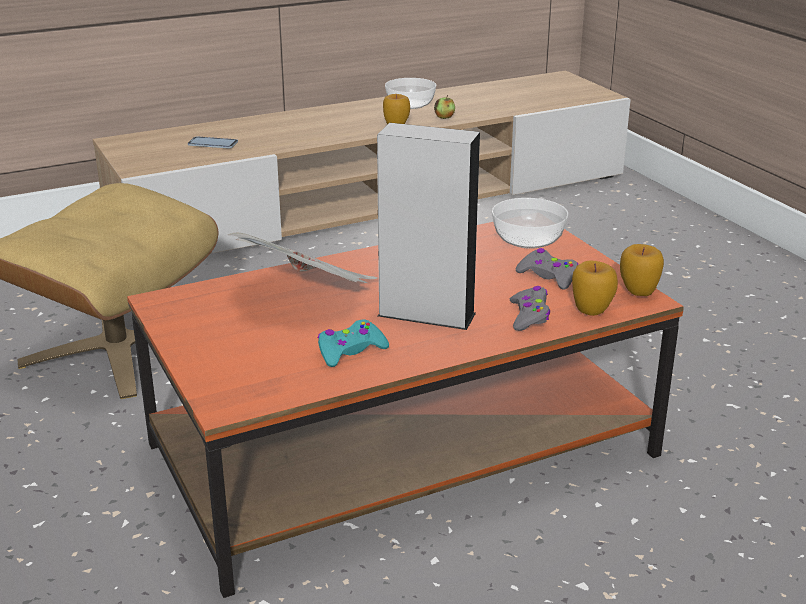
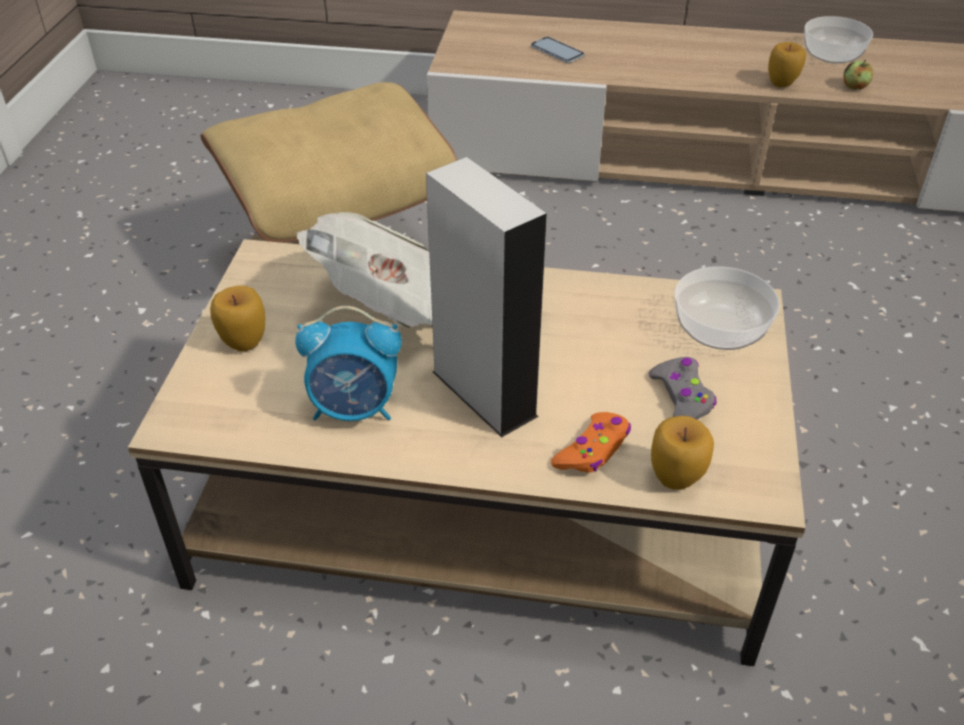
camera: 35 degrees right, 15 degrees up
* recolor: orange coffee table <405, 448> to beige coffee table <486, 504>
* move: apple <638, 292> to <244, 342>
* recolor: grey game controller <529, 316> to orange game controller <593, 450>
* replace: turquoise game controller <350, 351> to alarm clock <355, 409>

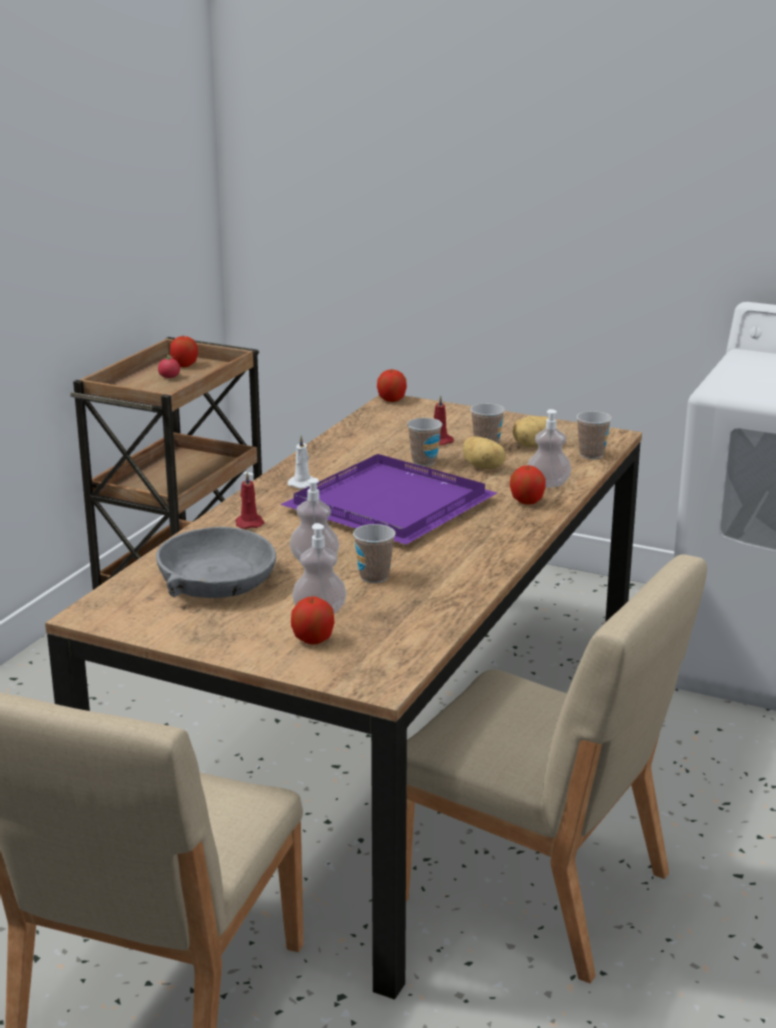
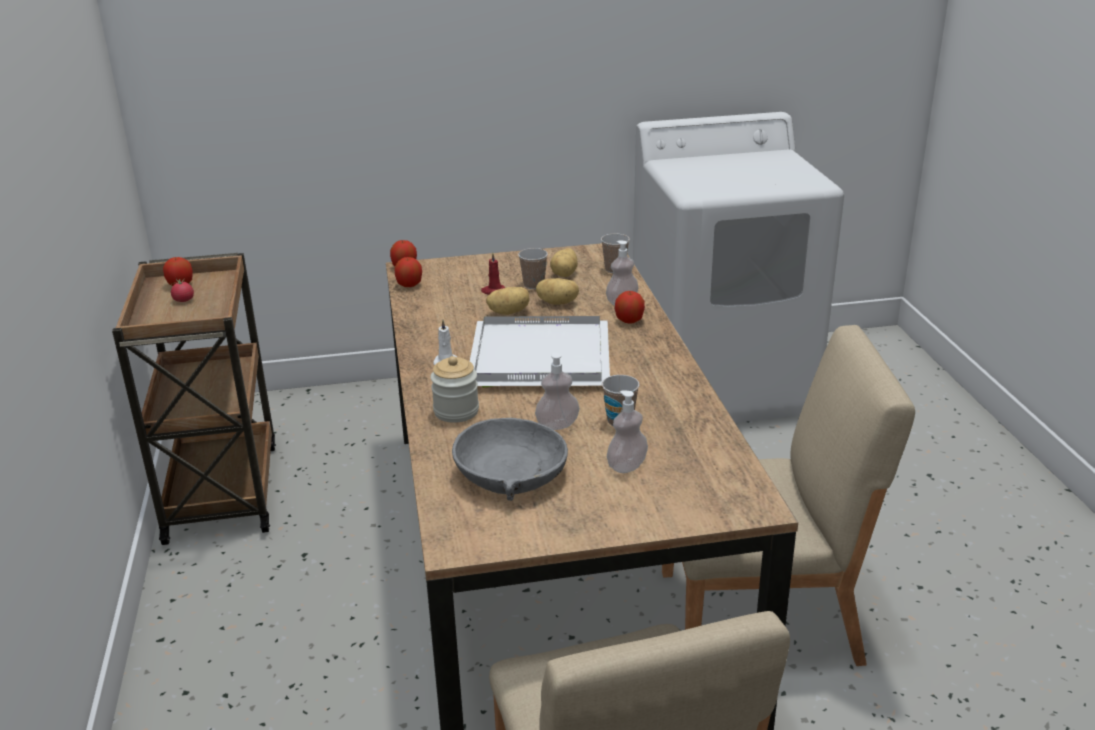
camera: 35 degrees left, 5 degrees up
* replace: cup <424, 461> to potato <509, 312>
* recolor: purple tray <394, 505> to white tray <542, 356>
* replace: red candle <249, 523> to jar <456, 411>
* move: apple <313, 640> to <409, 285>

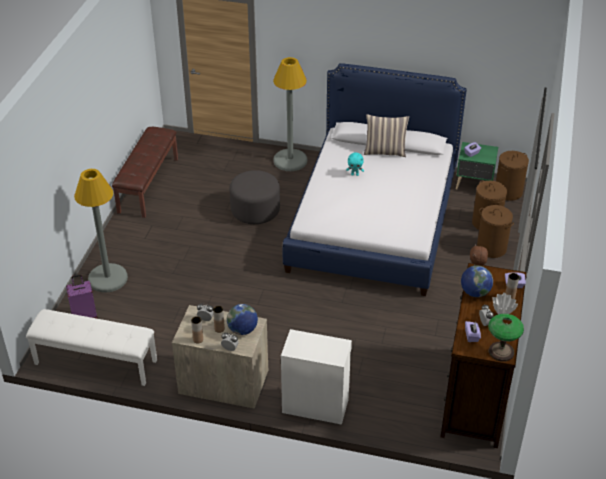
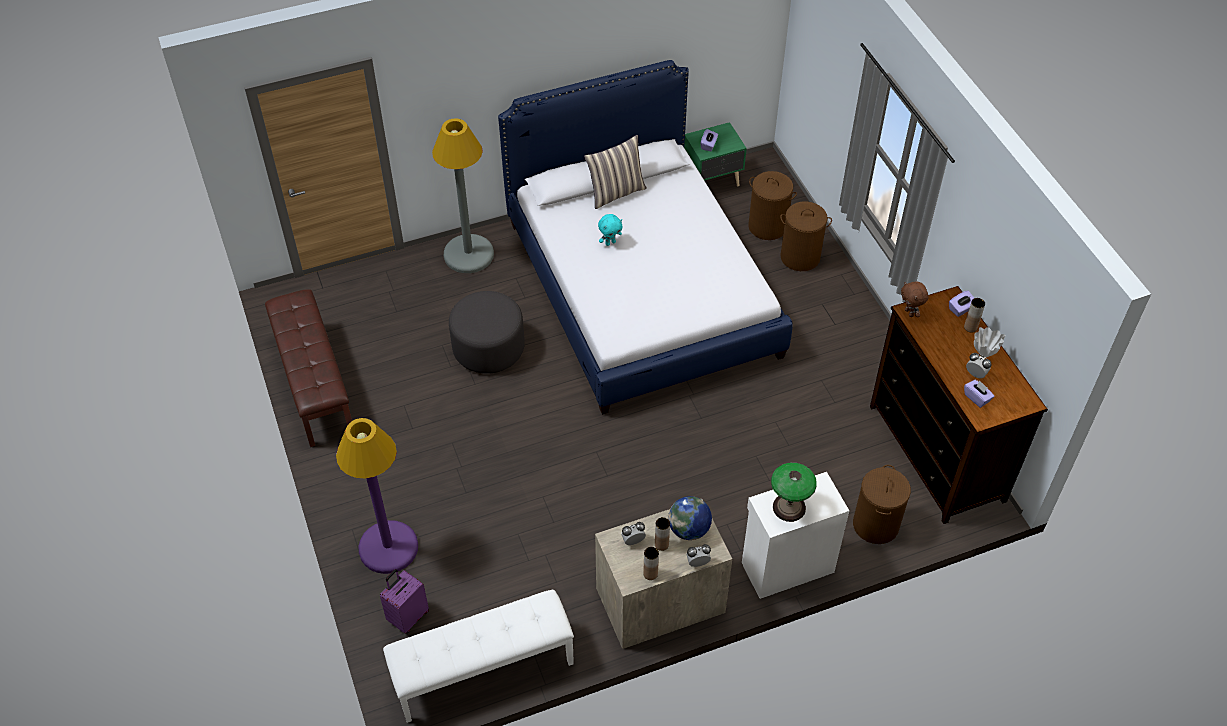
camera: 35 degrees left, 10 degrees up
* move: brown laundry basket <508, 192> to <876, 525>
* recolor: grey floor lamp <107, 278> to purple floor lamp <388, 547>
* delete: globe <475, 292>
* move: table lamp <501, 352> to <789, 507>

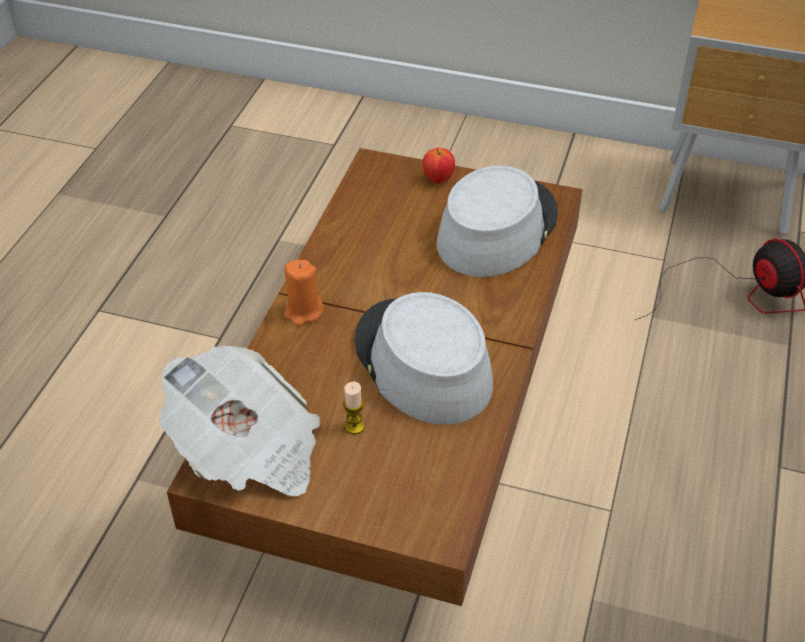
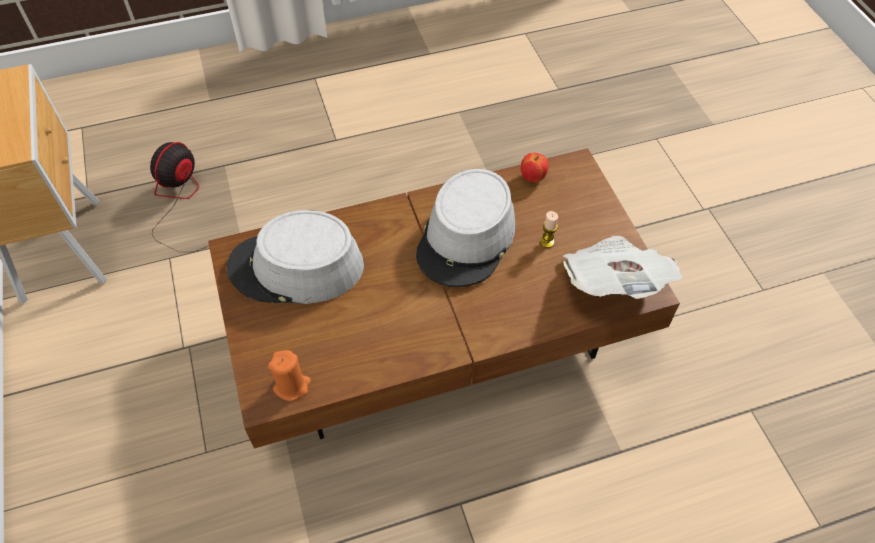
camera: 125 degrees left, 10 degrees up
* move: apple <438, 179> to <532, 178>
* move: orange candle <303, 312> to <292, 386>

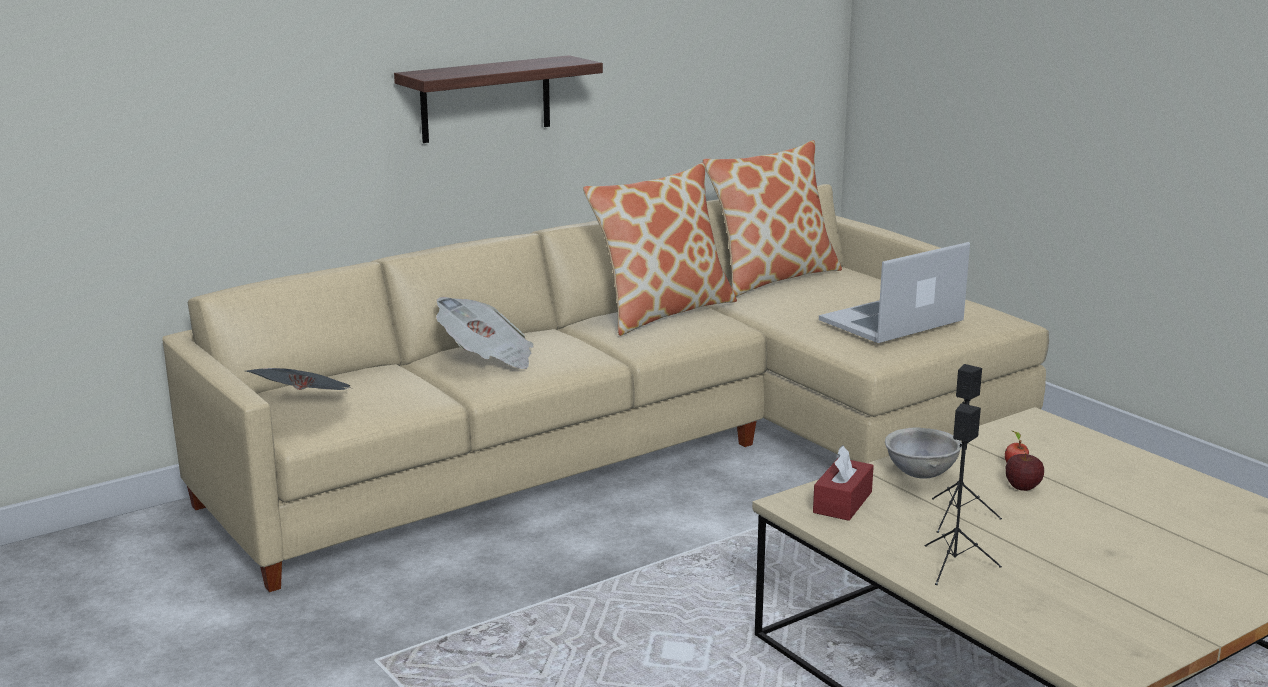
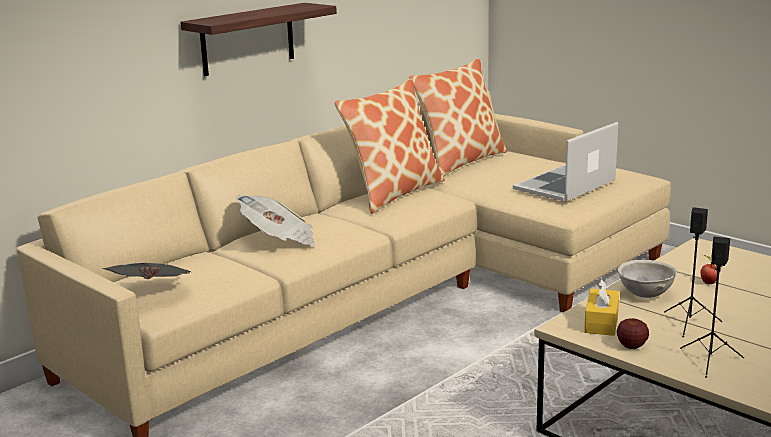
camera: 10 degrees left, 0 degrees up
* recolor: red tissue box <842, 502> to yellow tissue box <601, 322>
* move: apple <1022, 487> to <631, 346>

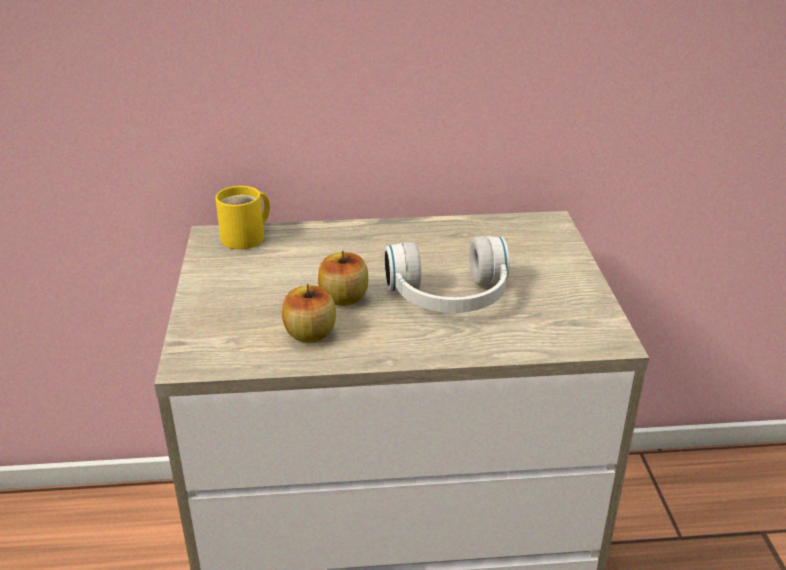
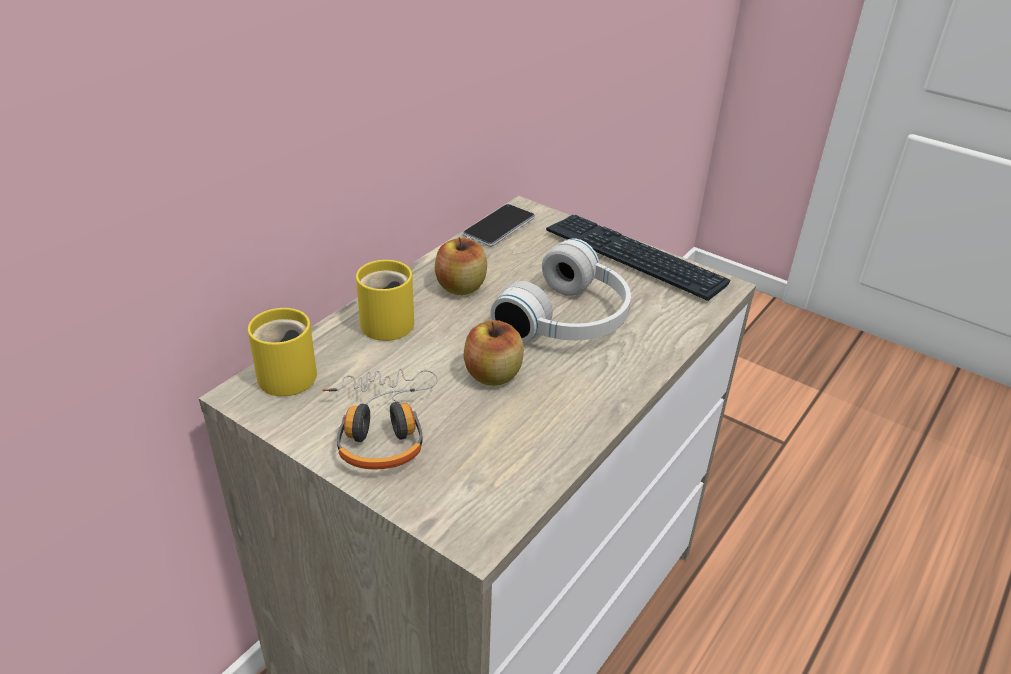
camera: 50 degrees left, 5 degrees up
* move: apple <310, 334> to <461, 287>
* insert: phone <499, 227>
* insert: keyboard <634, 258>
* insert: yellow mug <391, 321>
* insert: headphones <382, 428>

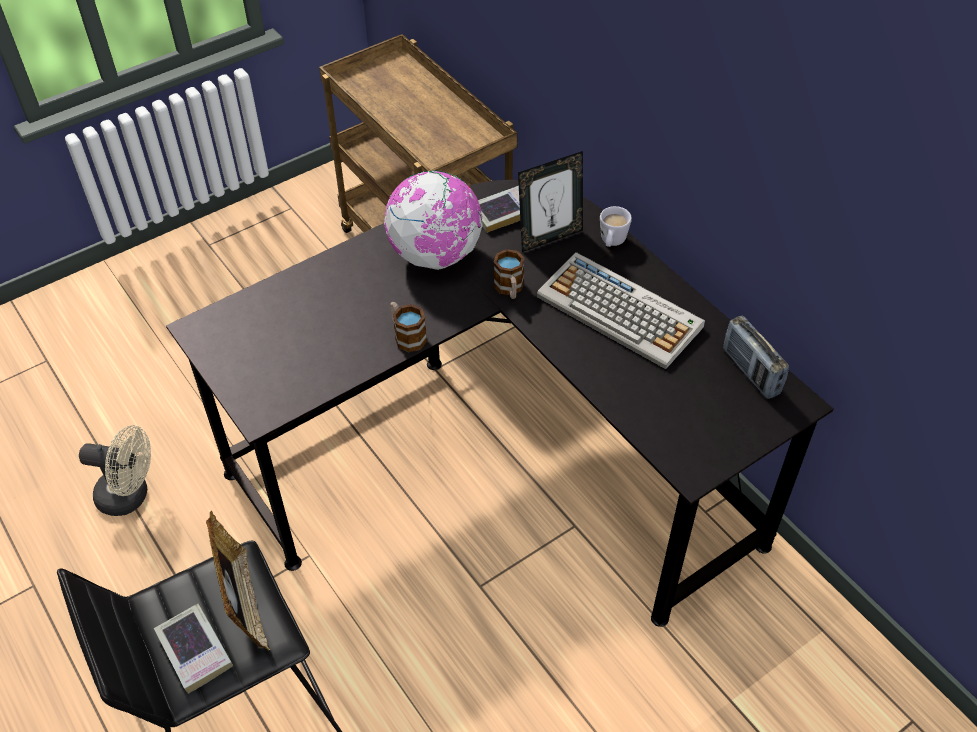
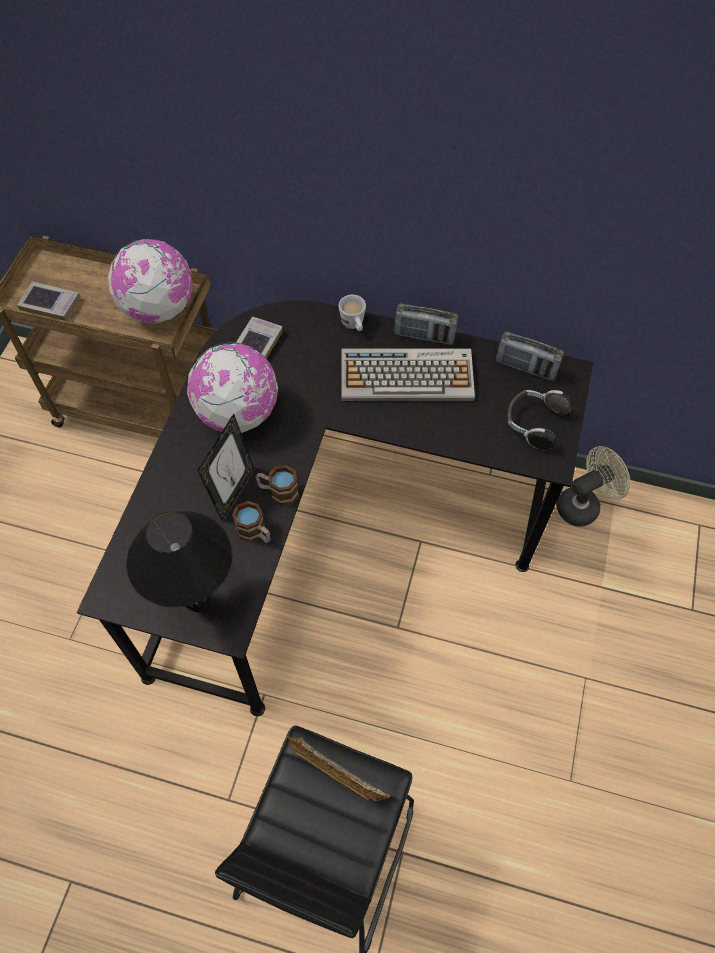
camera: 40 degrees left, 10 degrees up
* move: picture frame <550, 237> to <233, 491>
* move: mug <510, 289> to <255, 533>
* move: beige fan <130, 496> to <583, 504>
* move: book <195, 650> to <50, 304>
* insert: globe <159, 309>
* insert: radio <424, 336>
* insert: headphones <534, 424>
* insert: black table lamp <197, 603>

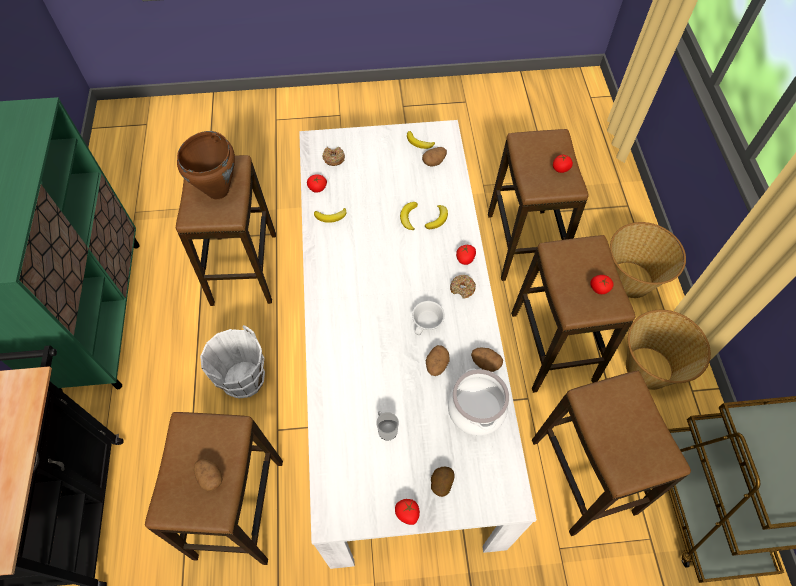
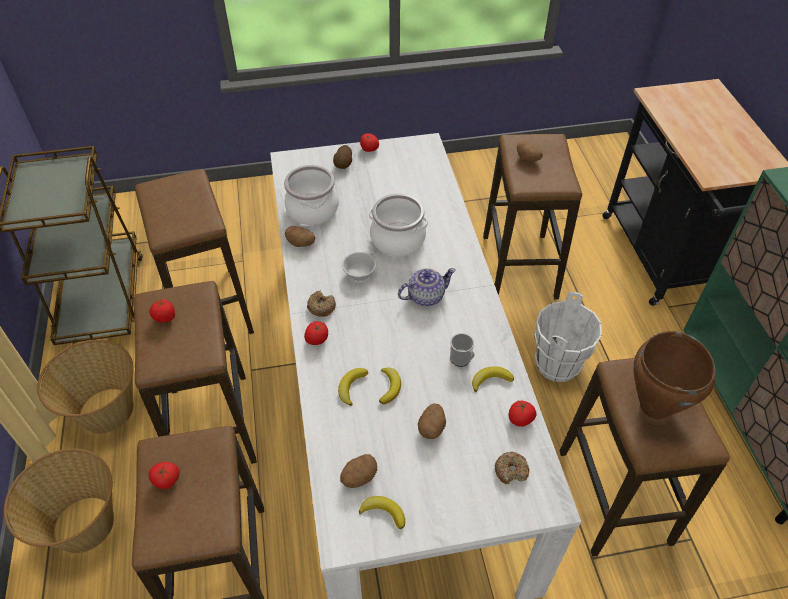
camera: 175 degrees right, 10 degrees down
* move: potato <436, 365> to <431, 427>
* move: mug <386, 429> to <462, 360>
* insert: cooking pot <398, 239>
* insert: teapot <425, 296>

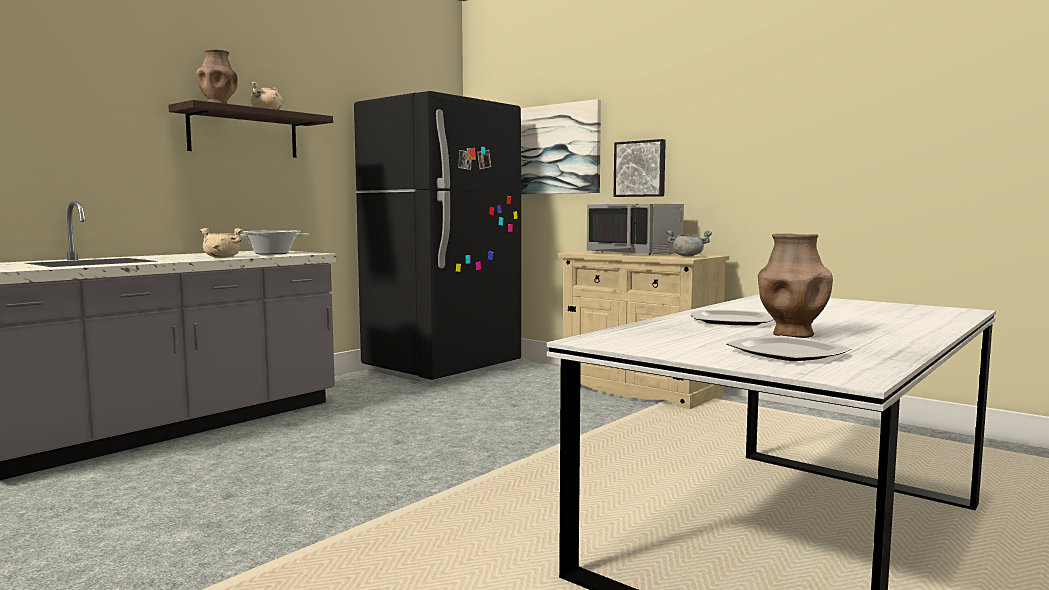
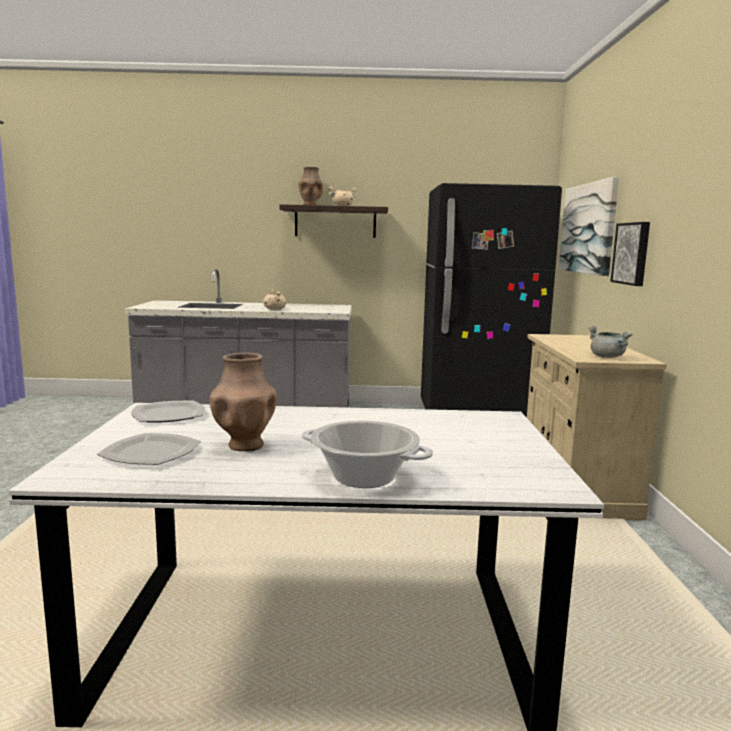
camera: 50 degrees right, 5 degrees up
* delete: grey microwave <635, 253>
* move: cooking pot <272, 253> to <364, 477>
* move: plate <732, 321> to <168, 415>

